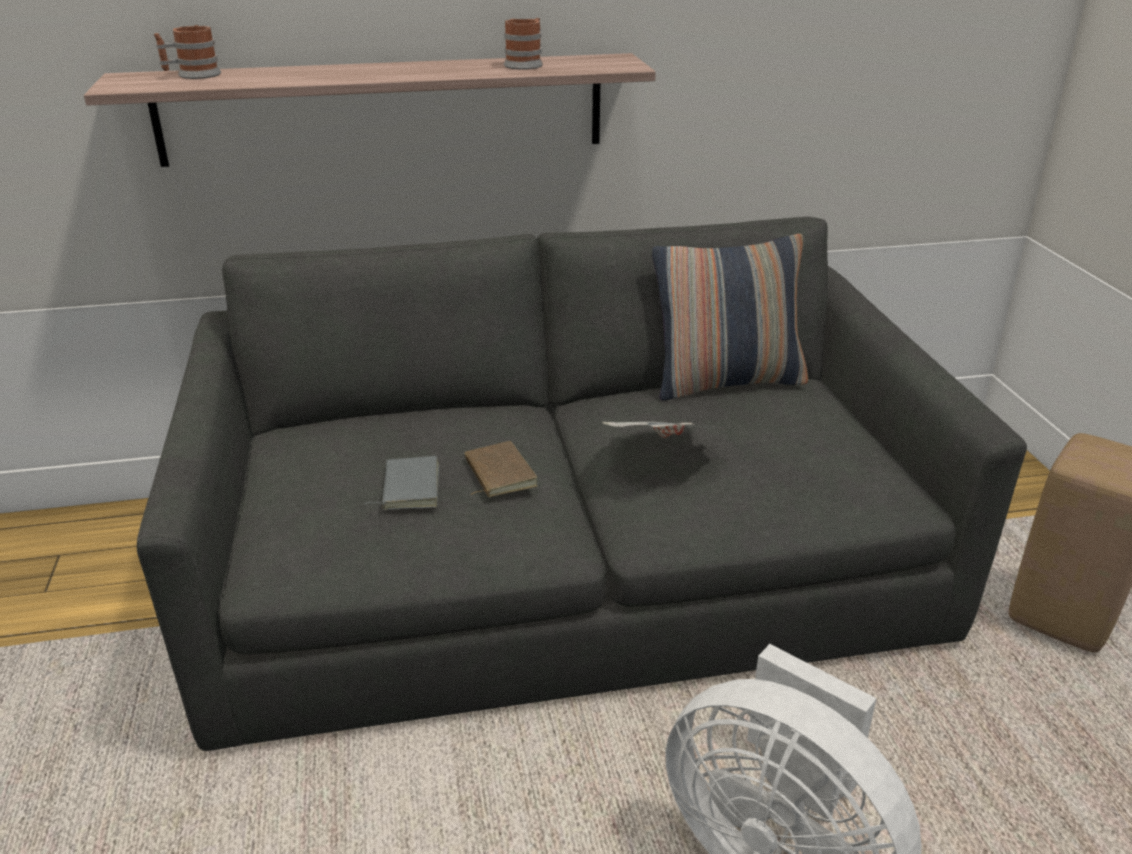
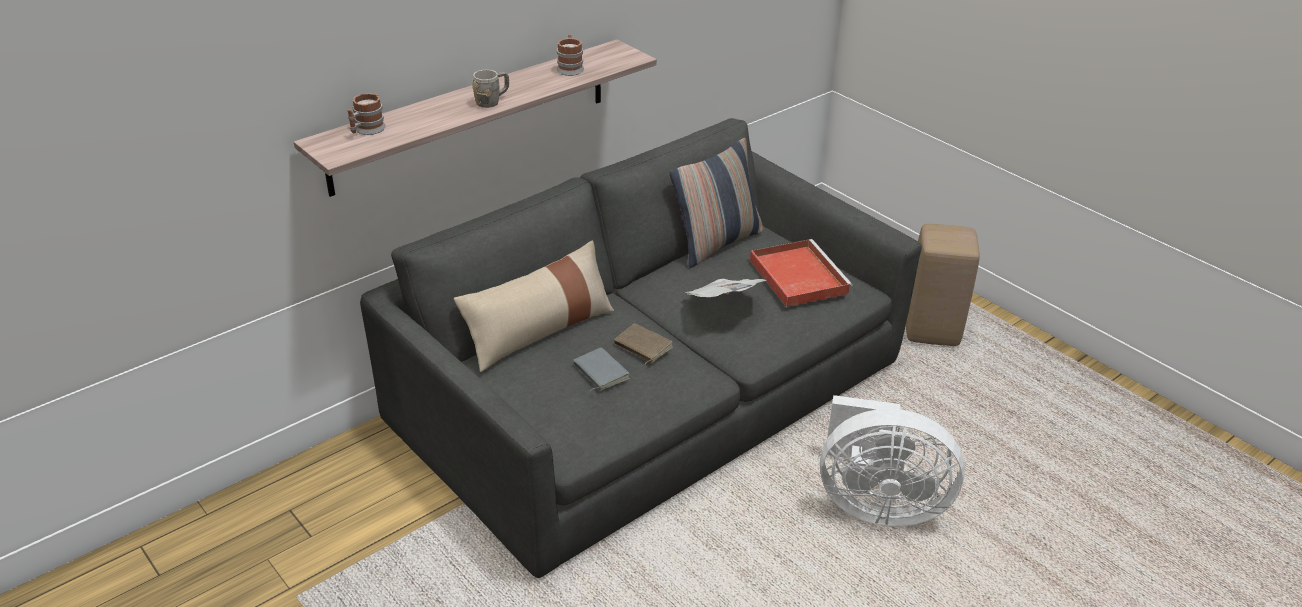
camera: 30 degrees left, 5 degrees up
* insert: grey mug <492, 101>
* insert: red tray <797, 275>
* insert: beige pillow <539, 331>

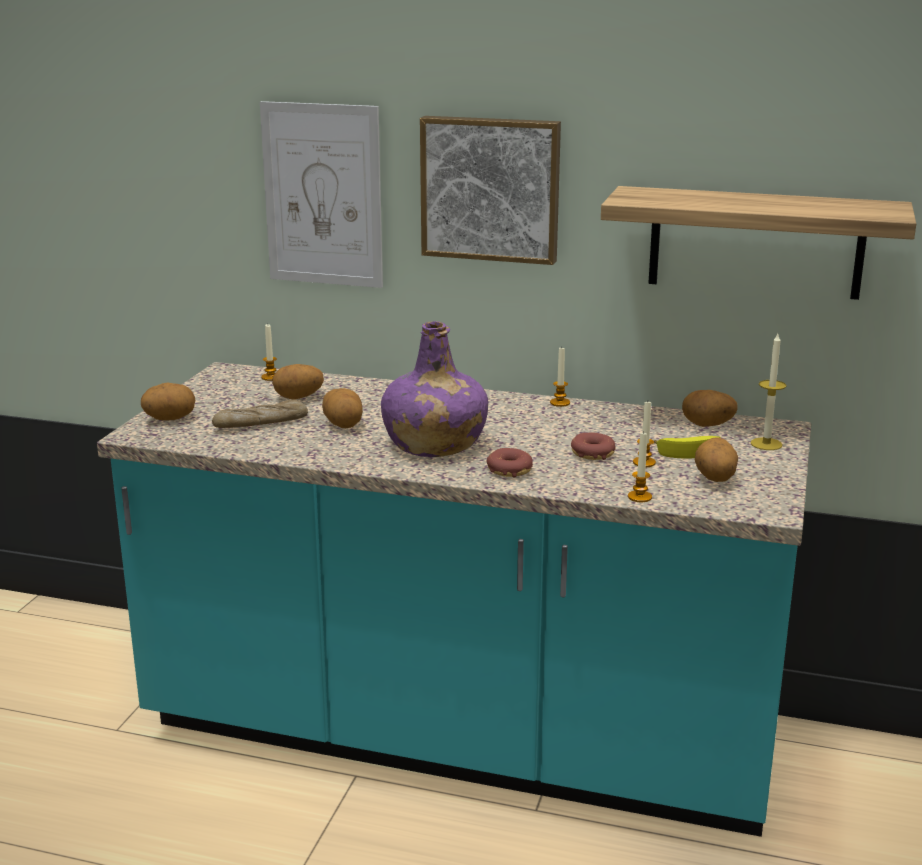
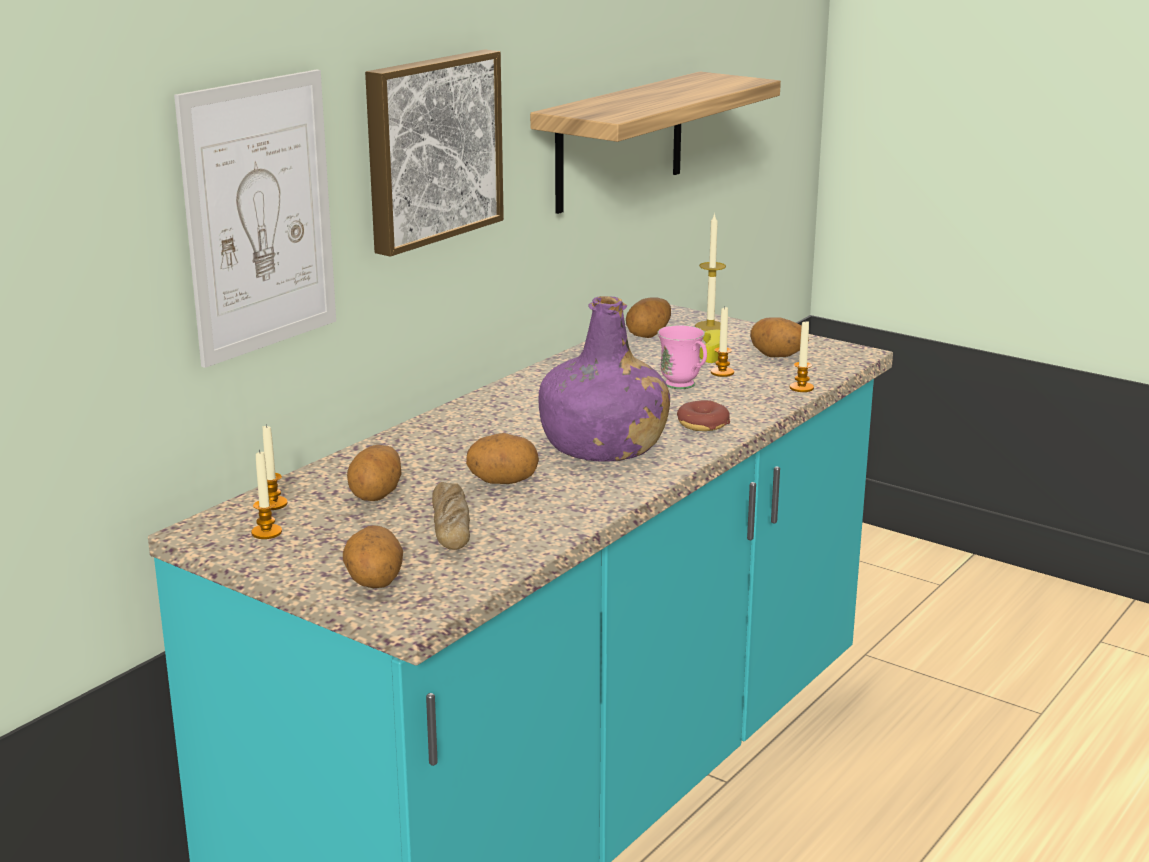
camera: 70 degrees left, 0 degrees up
* move: candle <560, 403> to <266, 532>
* replace: donut <592, 453> to pink mug <685, 386>

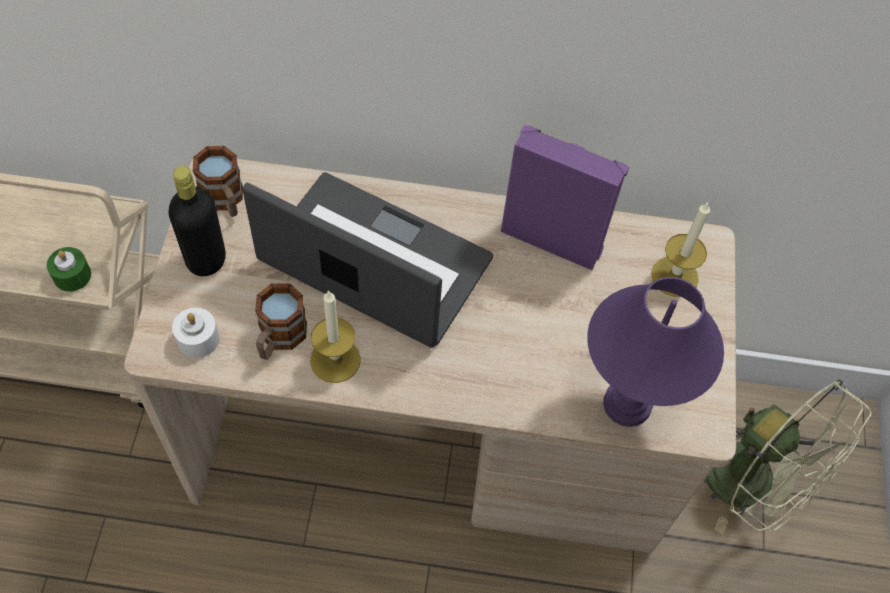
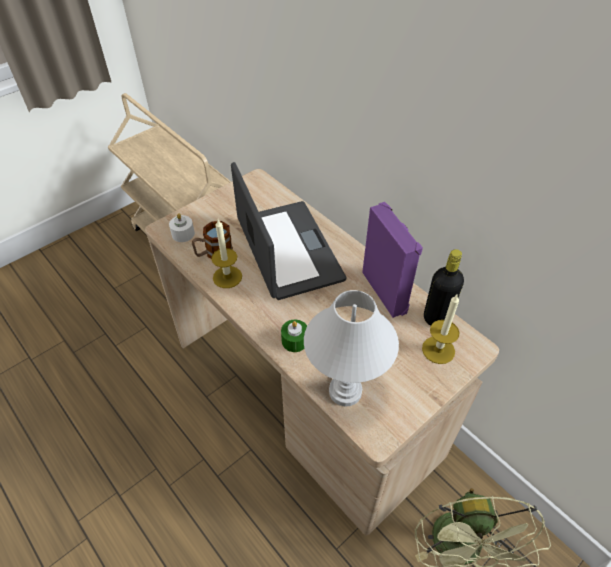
camera: 45 degrees right, 10 degrees down
* delete: mug <225, 200>
* move: black bottle <206, 260> to <436, 317>
* move: green candle <72, 275> to <295, 340>
* recolor: purple table lamp <627, 405> to white table lamp <344, 392>

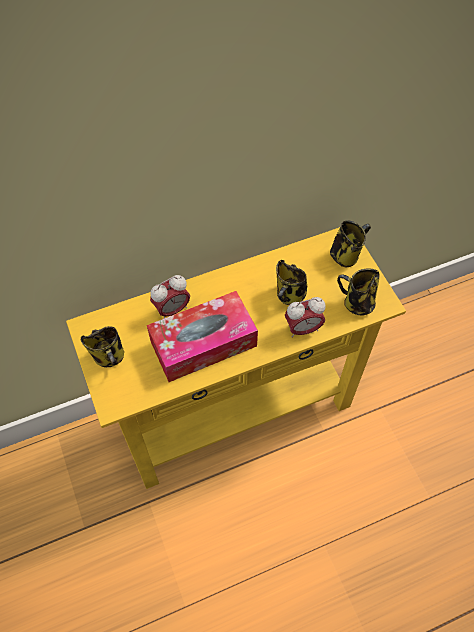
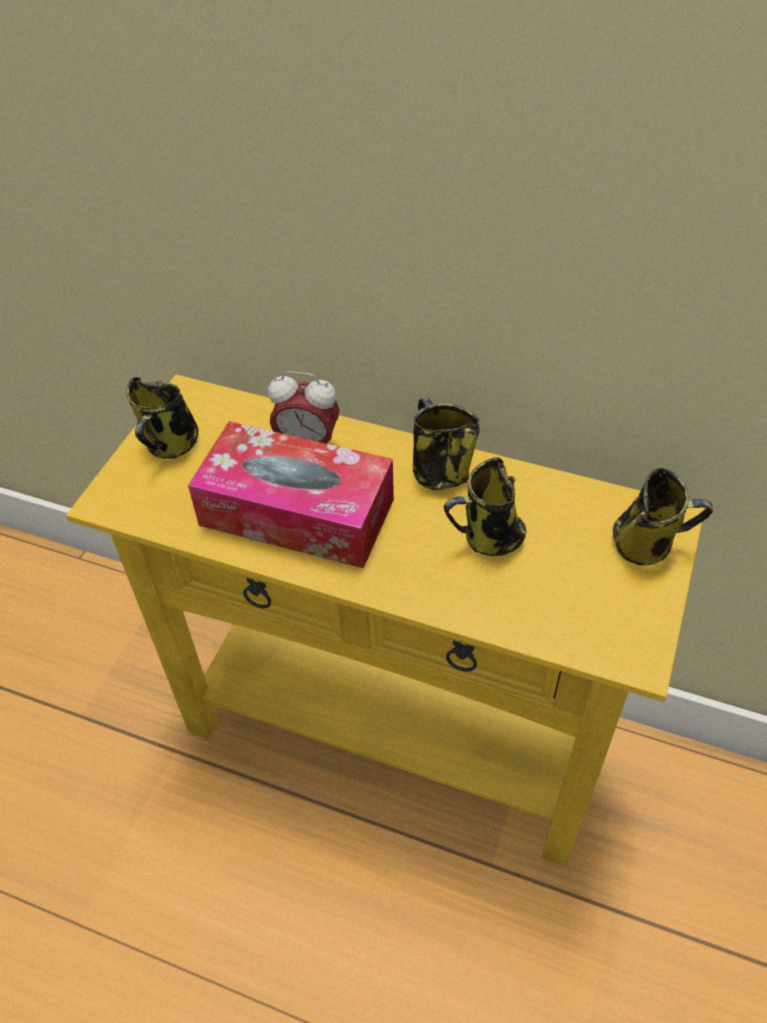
camera: 45 degrees right, 10 degrees down
* move: mug <356, 303> to <438, 471>
* delete: alarm clock <302, 329>

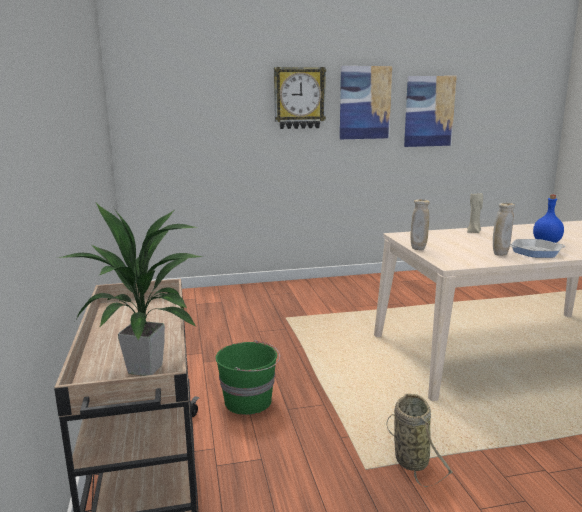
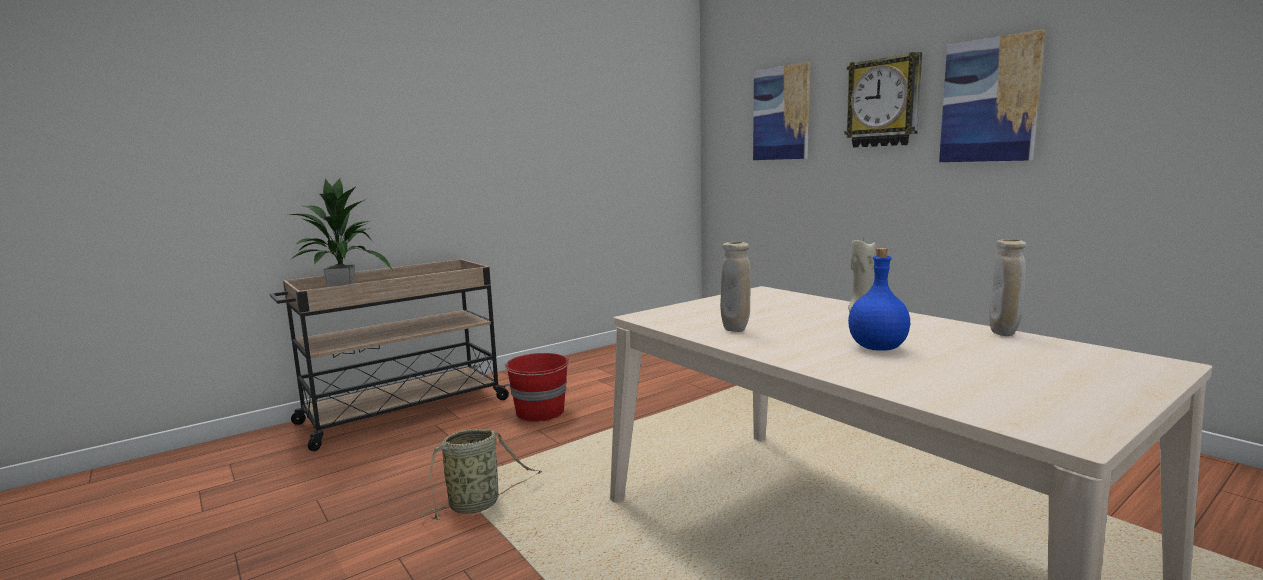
camera: 65 degrees right, 5 degrees down
* move: picture <429, 111> to <781, 113>
* move: beige vase <418, 249> to <1003, 334>
* delete: frying pan <535, 252>
* recolor: green bucket <249, 401> to red bucket <540, 412>

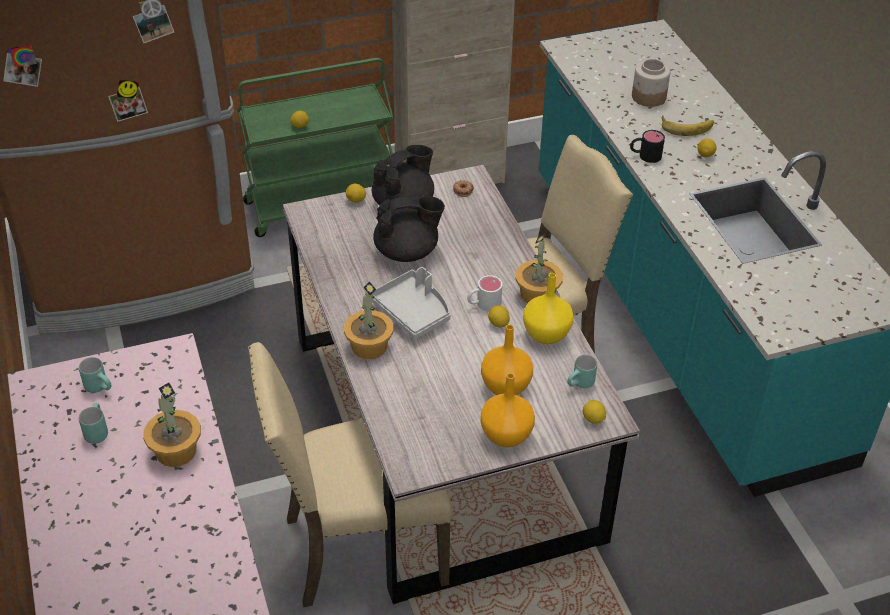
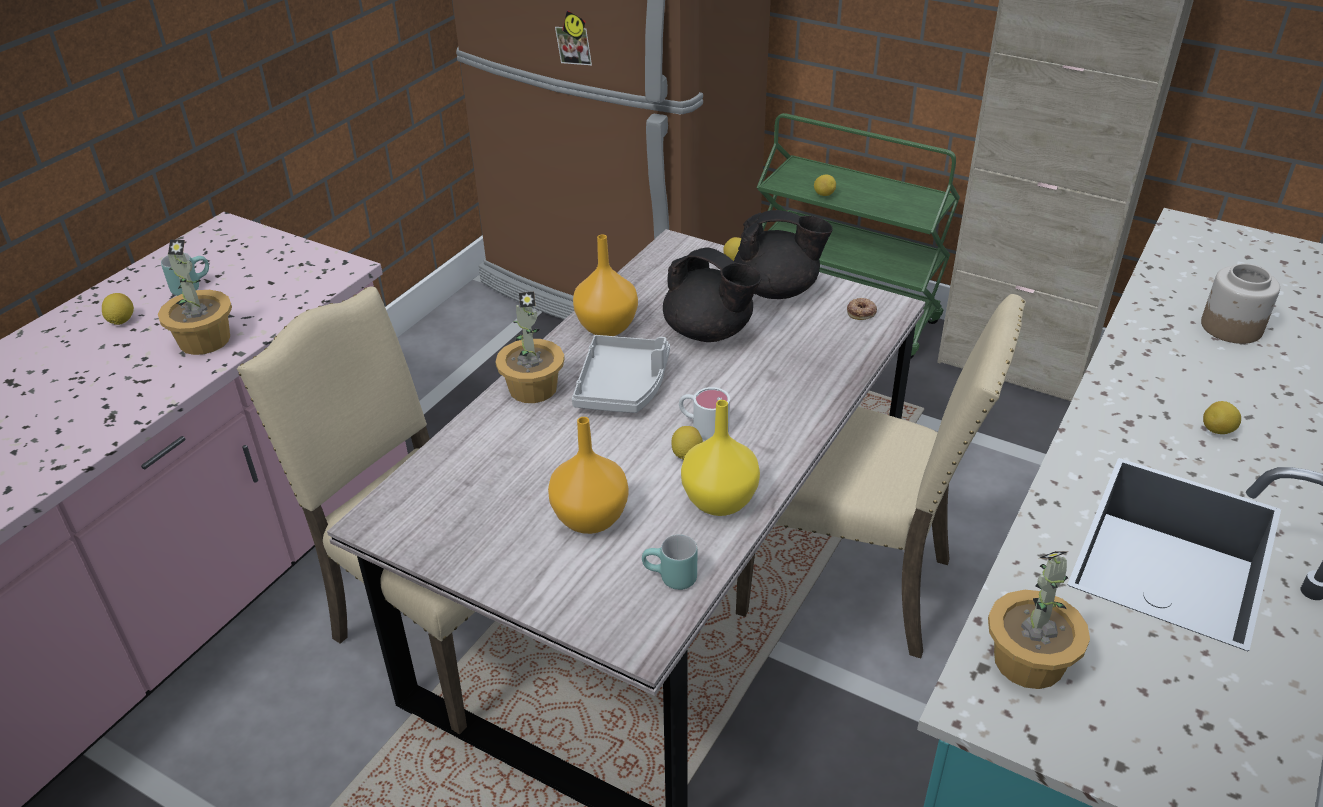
camera: 50 degrees right, 5 degrees down
* delete: banana <686, 126>
* delete: black mug <645, 156>
* move: potted plant <538, 295> to <1029, 662>
* delete: turquoise mug <101, 387>
* move: orange vase <507, 436> to <607, 328>
* move: lemon <593, 419> to <121, 321>

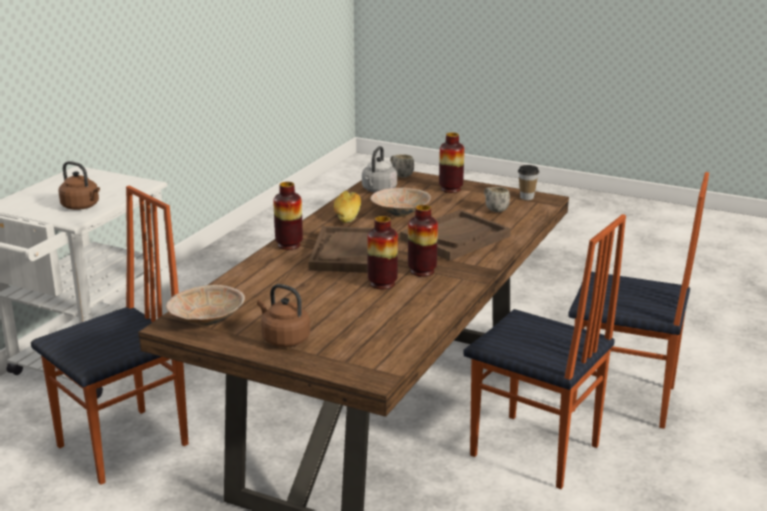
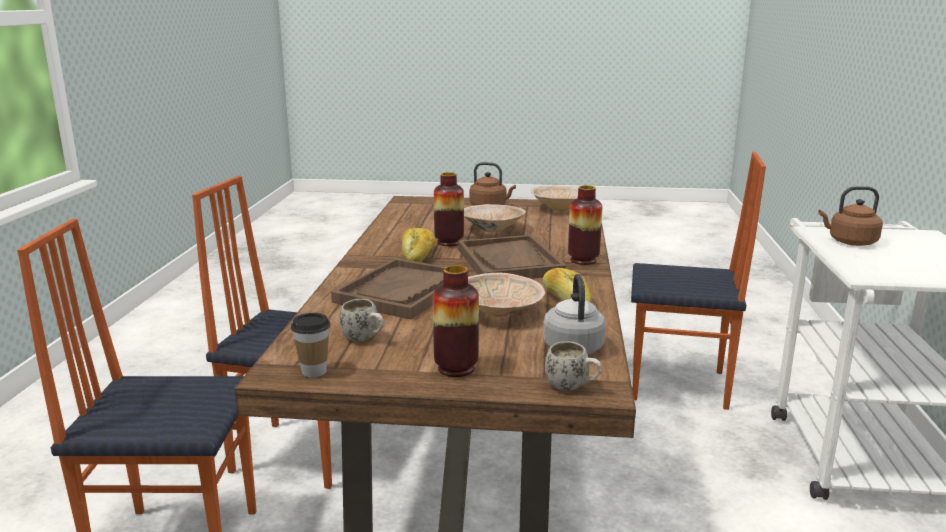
camera: 160 degrees right, 5 degrees down
* rotate: chair <125, 446> = <679, 386> 105 degrees counterclockwise
* replace: vase <422, 271> to bread <418, 255>
* insert: beige bowl <492, 229>

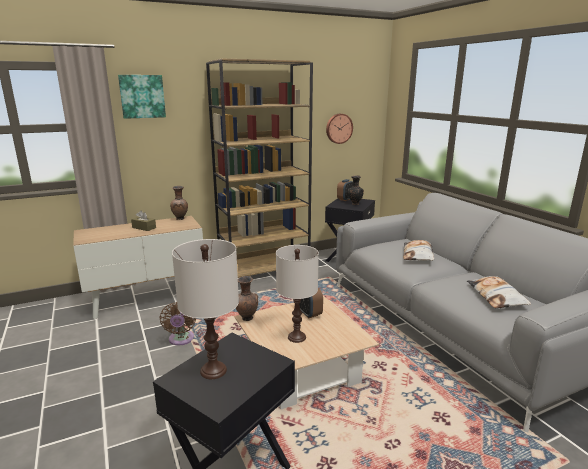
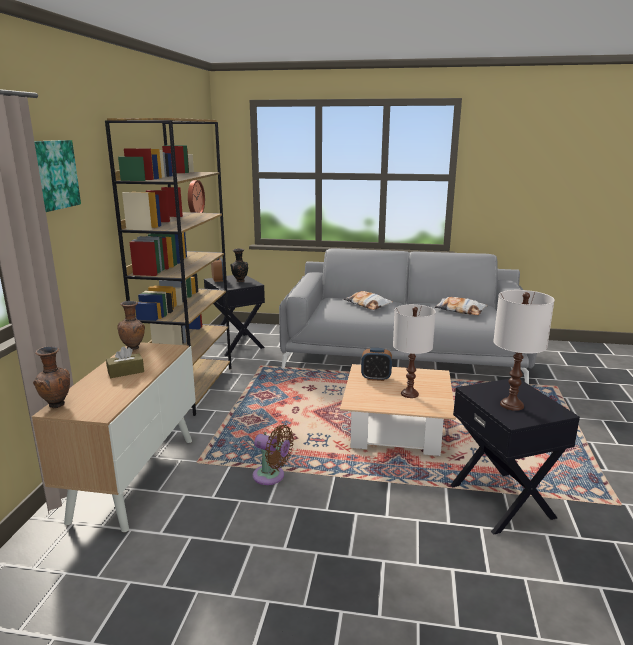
camera: 55 degrees left, 0 degrees up
* move: brown vase <246, 319> to <57, 406>

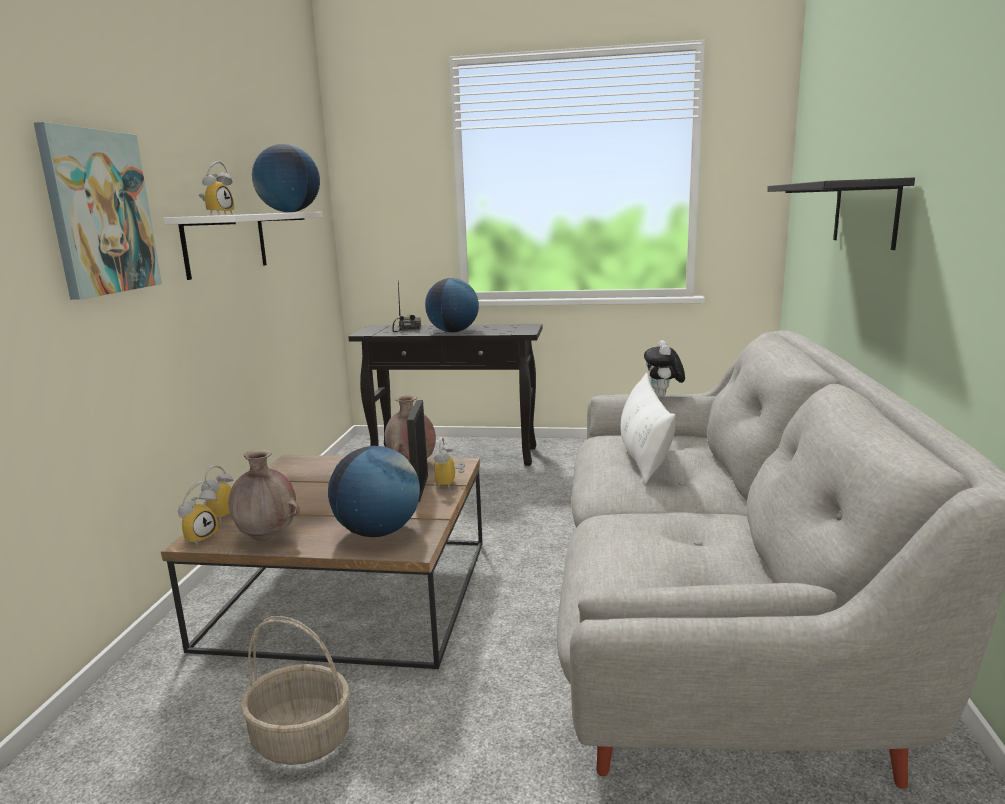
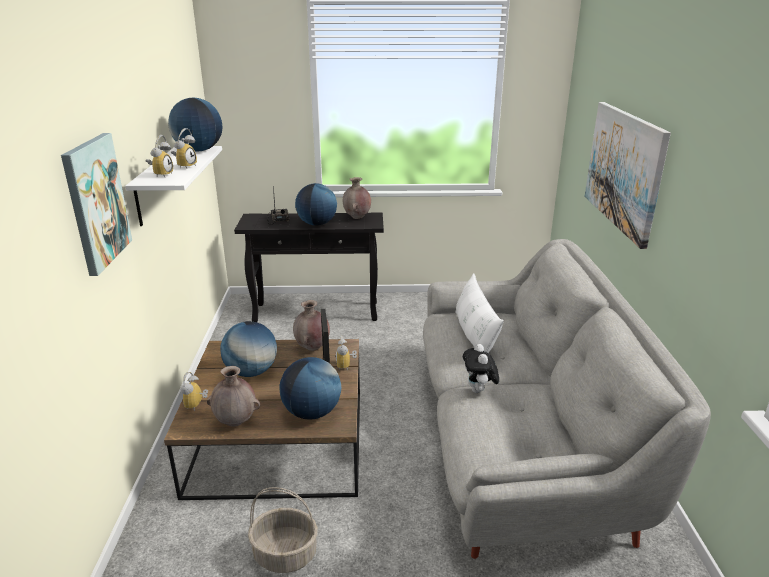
camera: 10 degrees left, 10 degrees up
* replace: black shelf <865, 213> to picture <624, 169>
* move: plush toy <663, 396> to <479, 391>
* move: alarm clock <200, 537> to <185, 166>
* insert: brown vase <357, 217>
* insert: globe <251, 372>

